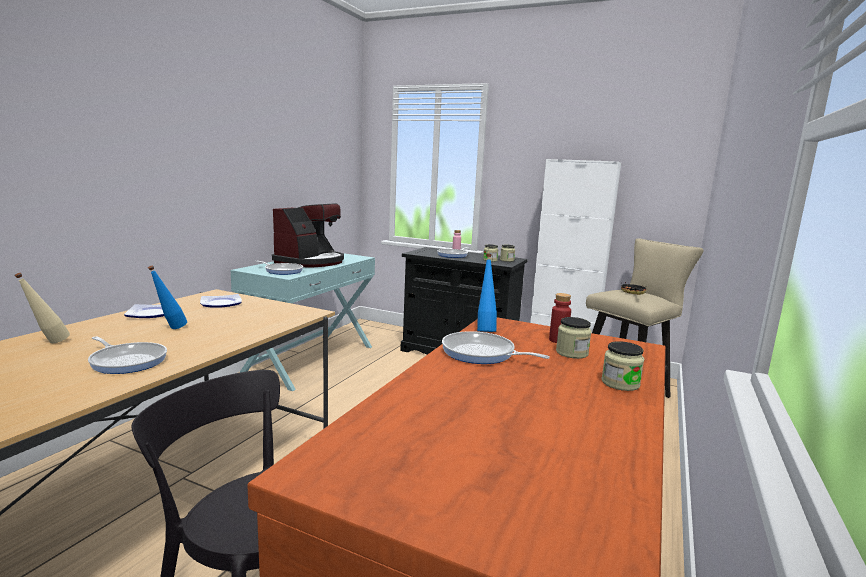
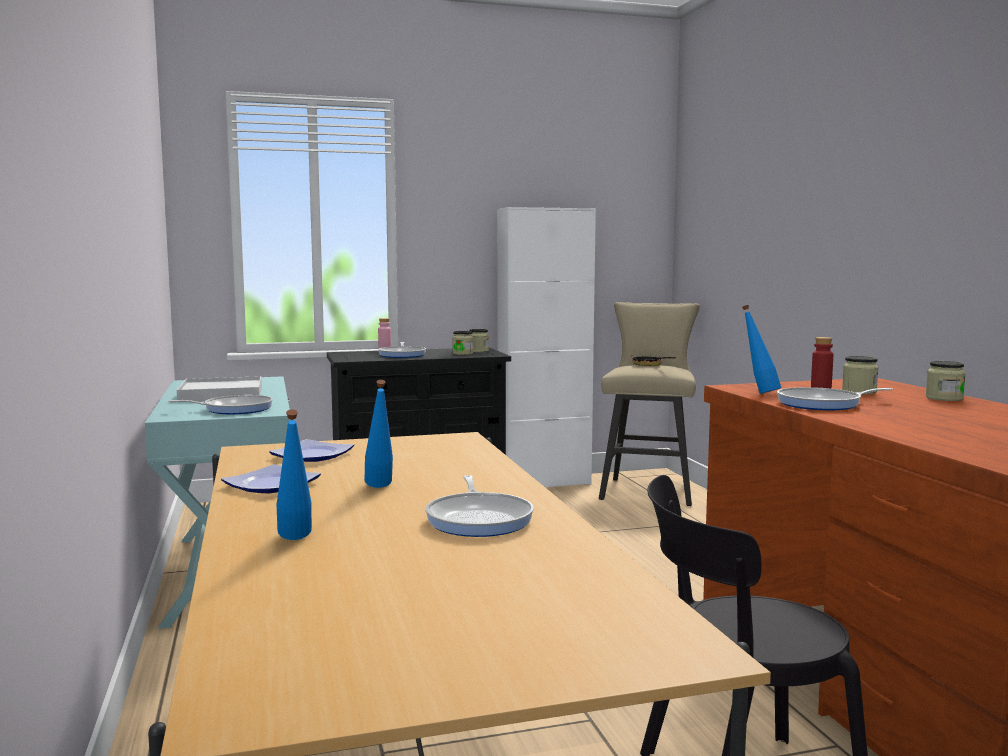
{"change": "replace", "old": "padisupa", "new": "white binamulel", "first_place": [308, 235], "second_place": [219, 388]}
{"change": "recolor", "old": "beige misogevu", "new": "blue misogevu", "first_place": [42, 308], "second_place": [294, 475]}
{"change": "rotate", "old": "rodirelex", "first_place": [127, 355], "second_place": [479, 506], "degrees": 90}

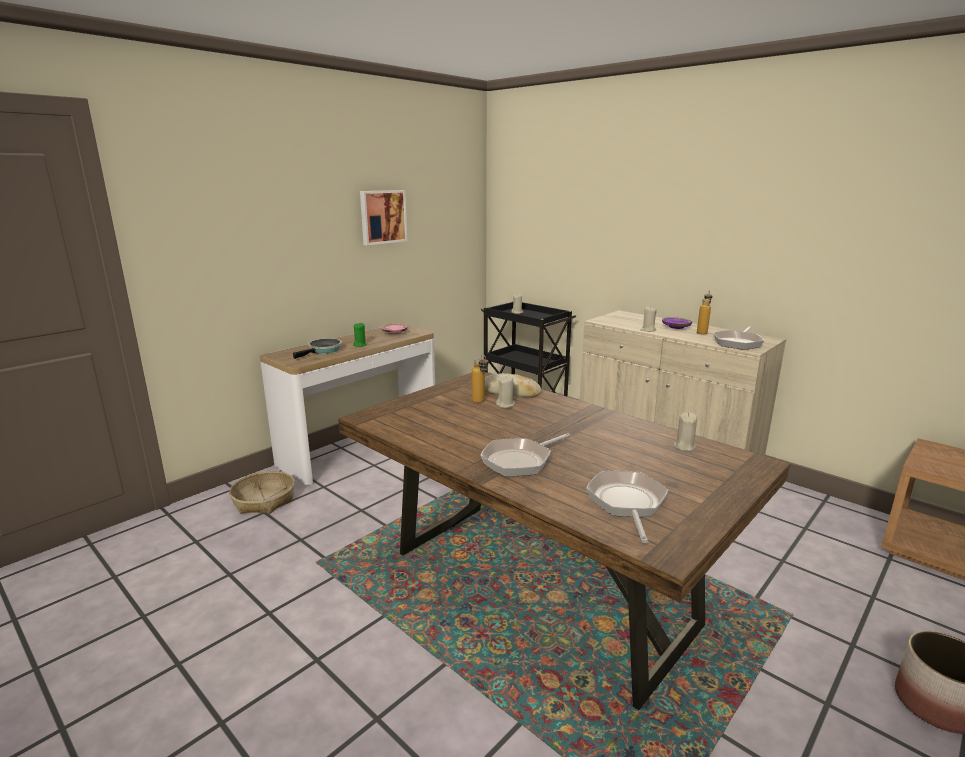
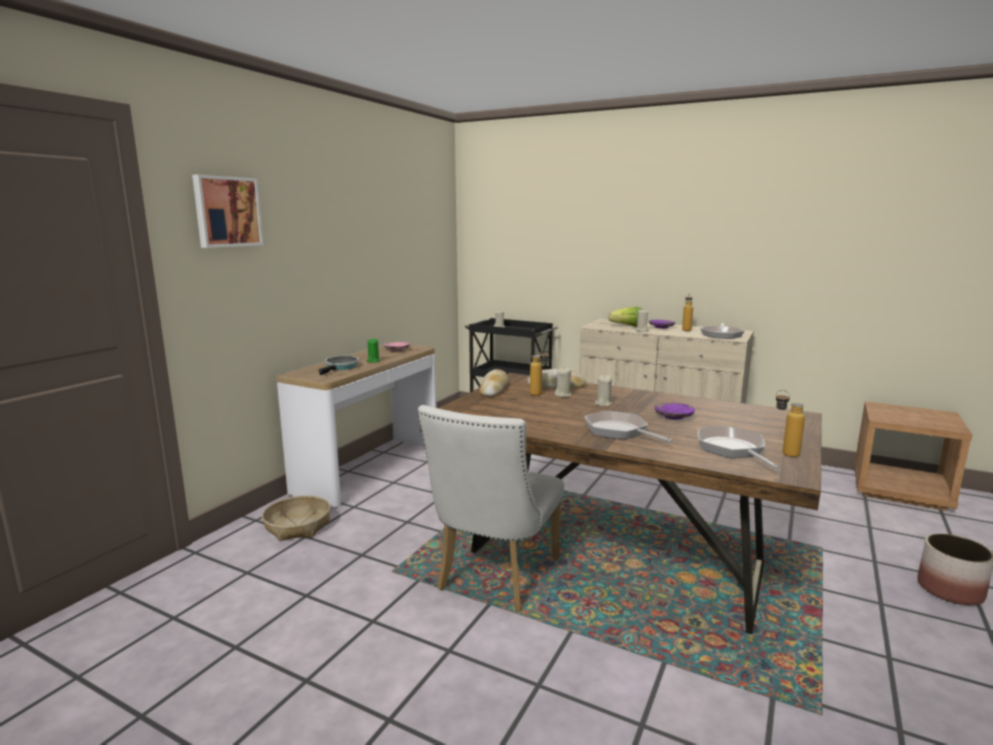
{"change": "insert", "new": "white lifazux", "second_place": [491, 508]}
{"change": "insert", "new": "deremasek", "second_place": [494, 383]}
{"change": "insert", "new": "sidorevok", "second_place": [625, 316]}
{"change": "insert", "new": "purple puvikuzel", "second_place": [674, 411]}
{"change": "insert", "new": "misogevu", "second_place": [790, 423]}
{"change": "move", "old": "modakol", "first_place": [383, 217], "second_place": [227, 211]}
{"change": "move", "old": "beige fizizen", "first_place": [685, 431], "second_place": [603, 390]}
{"change": "rotate", "old": "rodirelex", "first_place": [525, 455], "second_place": [629, 427], "degrees": 105}

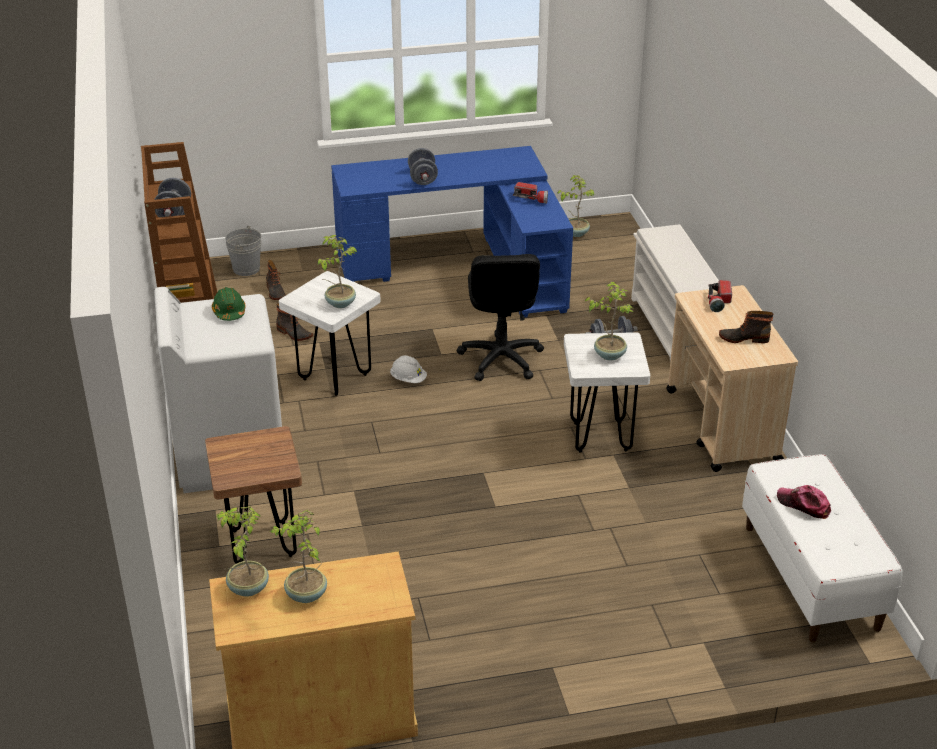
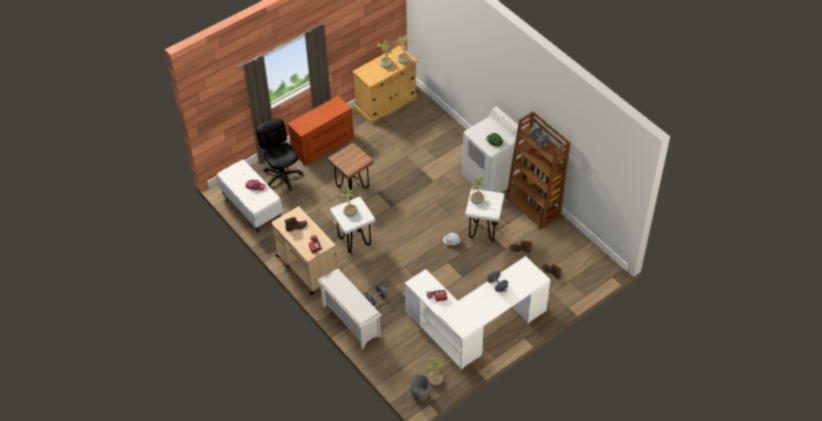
{"change": "insert", "new": "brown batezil", "second_place": [321, 131]}
{"change": "move", "old": "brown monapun", "first_place": [253, 495], "second_place": [350, 171]}
{"change": "move", "old": "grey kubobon", "first_place": [243, 251], "second_place": [419, 388]}
{"change": "move", "old": "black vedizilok", "first_place": [500, 317], "second_place": [279, 154]}
{"change": "recolor", "old": "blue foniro", "new": "white foniro", "first_place": [452, 232], "second_place": [478, 313]}

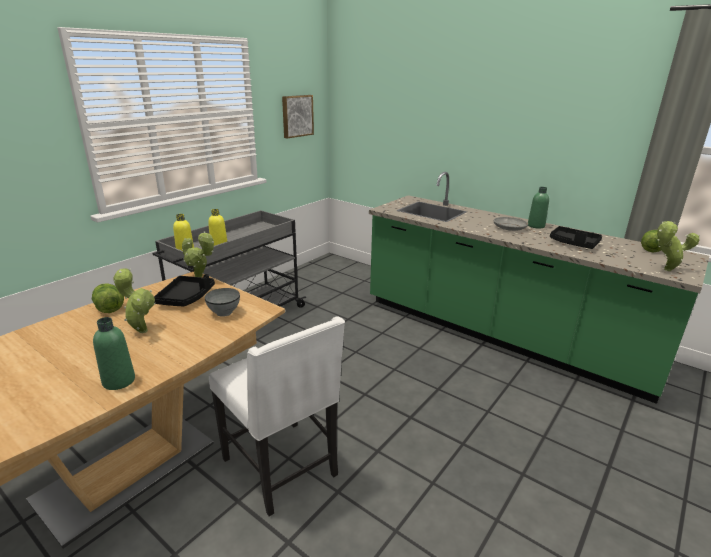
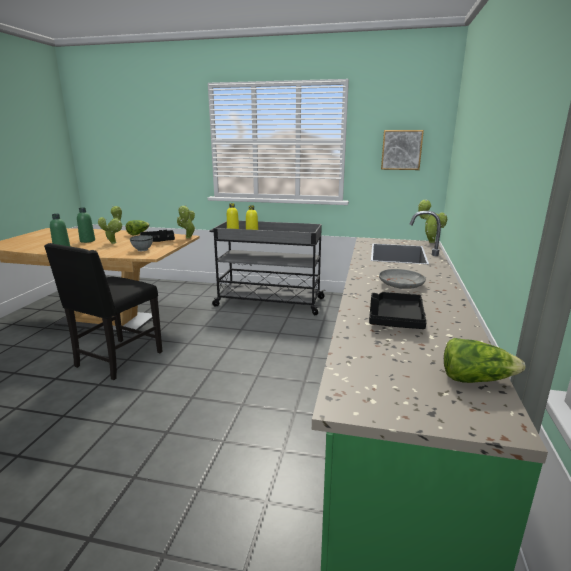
{"change": "move", "old": "green misogevu", "first_place": [538, 208], "second_place": [86, 225]}
{"change": "move", "old": "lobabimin", "first_place": [678, 246], "second_place": [432, 221]}
{"change": "recolor", "old": "white lifazux", "new": "black lifazux", "first_place": [277, 416], "second_place": [103, 311]}

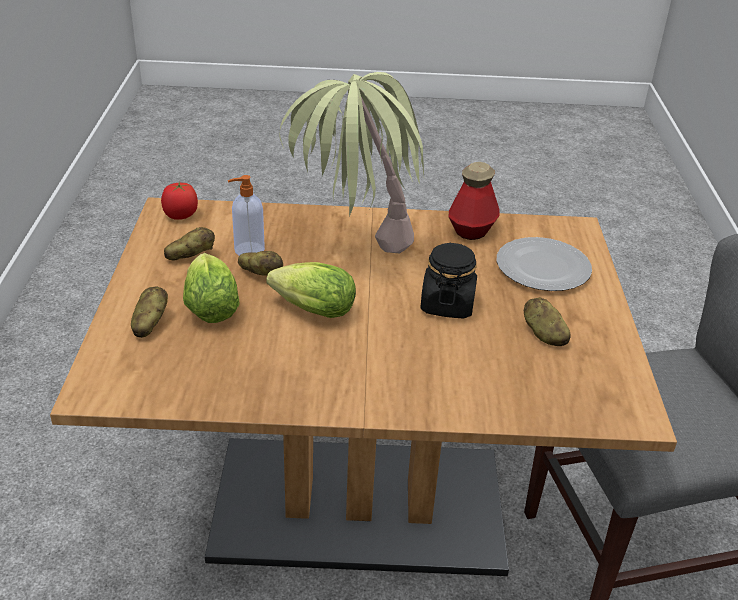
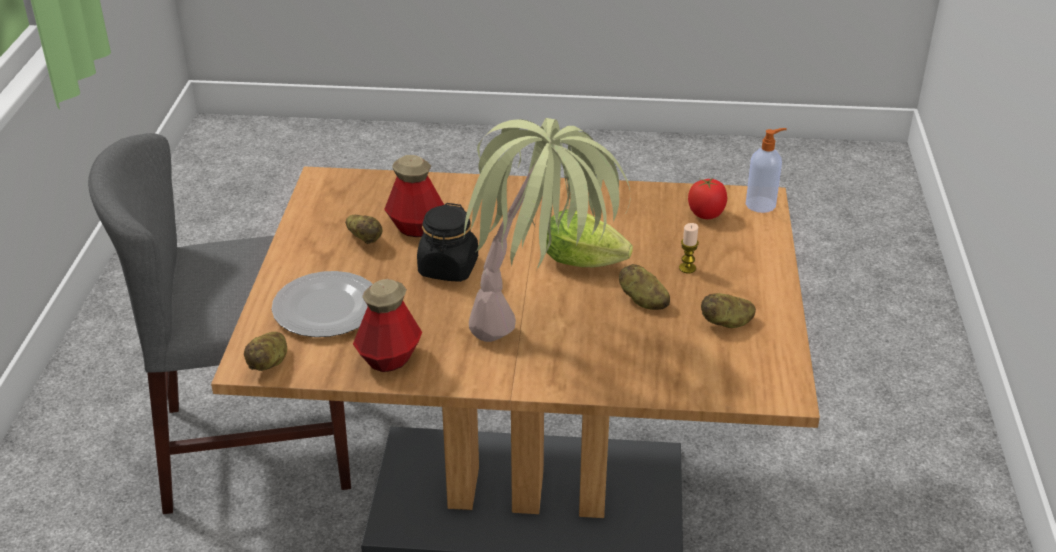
{"change": "insert", "new": "misogevu", "second_place": [414, 196]}
{"change": "move", "old": "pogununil", "first_place": [149, 312], "second_place": [265, 351]}
{"change": "move", "old": "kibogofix", "first_place": [179, 201], "second_place": [707, 198]}
{"change": "move", "old": "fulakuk", "first_place": [246, 215], "second_place": [766, 170]}
{"change": "replace", "old": "sidorevok", "new": "fizizen", "first_place": [211, 288], "second_place": [689, 248]}

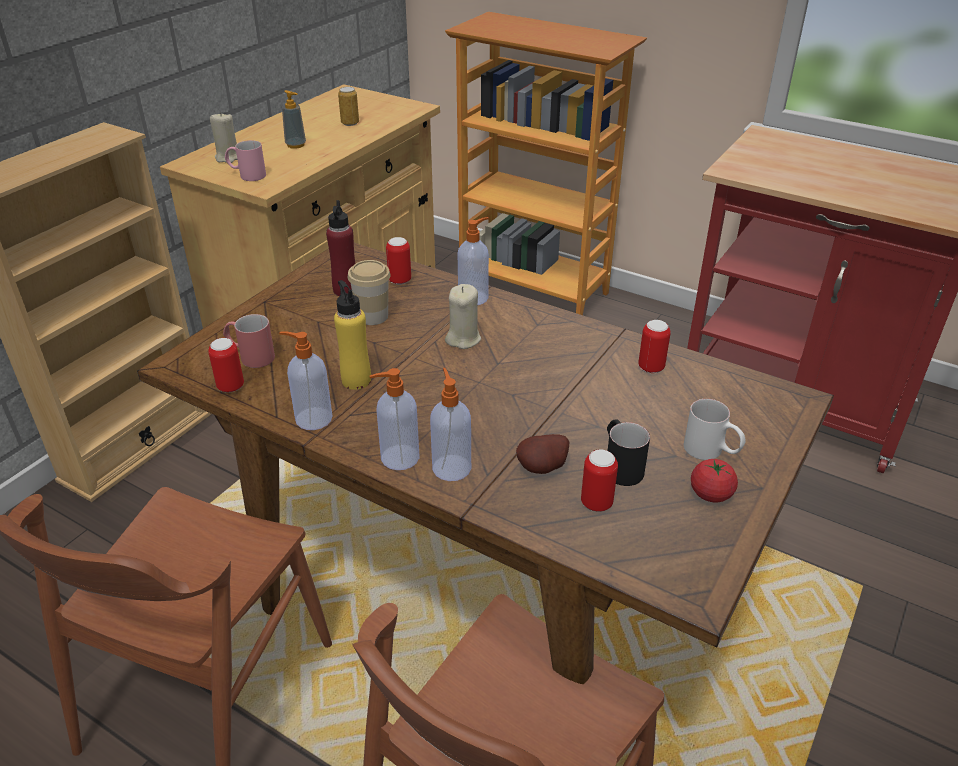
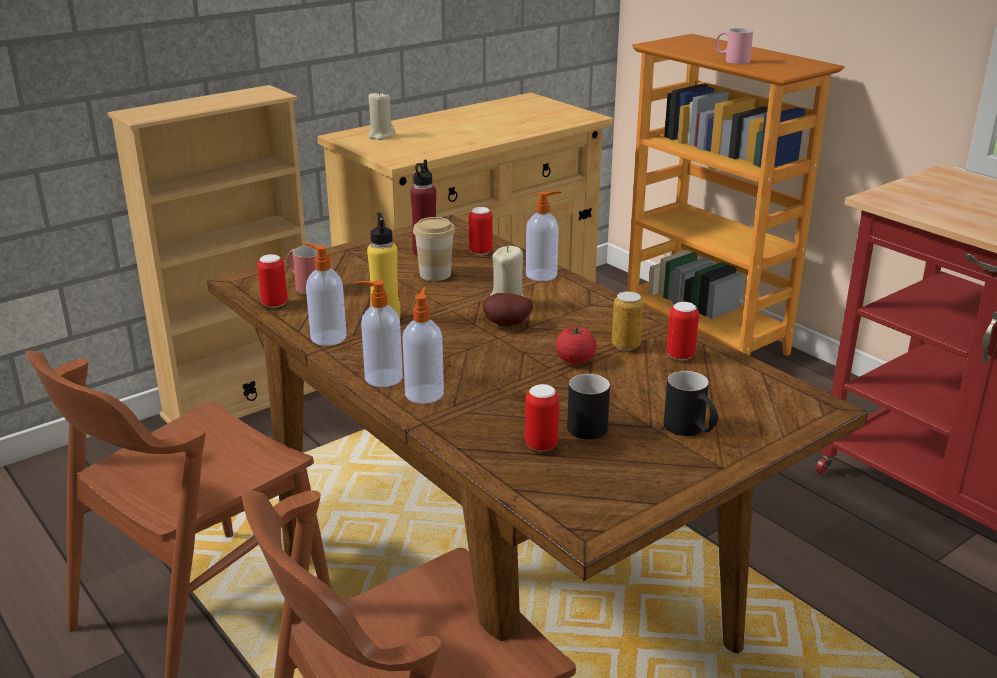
{"change": "delete", "old": "fulakuk", "first_place": [294, 119]}
{"change": "move", "old": "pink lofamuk", "first_place": [245, 160], "second_place": [734, 46]}
{"change": "move", "old": "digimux", "first_place": [348, 106], "second_place": [627, 320]}
{"change": "move", "old": "pogununil", "first_place": [542, 454], "second_place": [507, 310]}
{"change": "move", "old": "kibogofix", "first_place": [714, 481], "second_place": [575, 345]}
{"change": "recolor", "old": "white lofamuk", "new": "black lofamuk", "first_place": [715, 429], "second_place": [691, 403]}

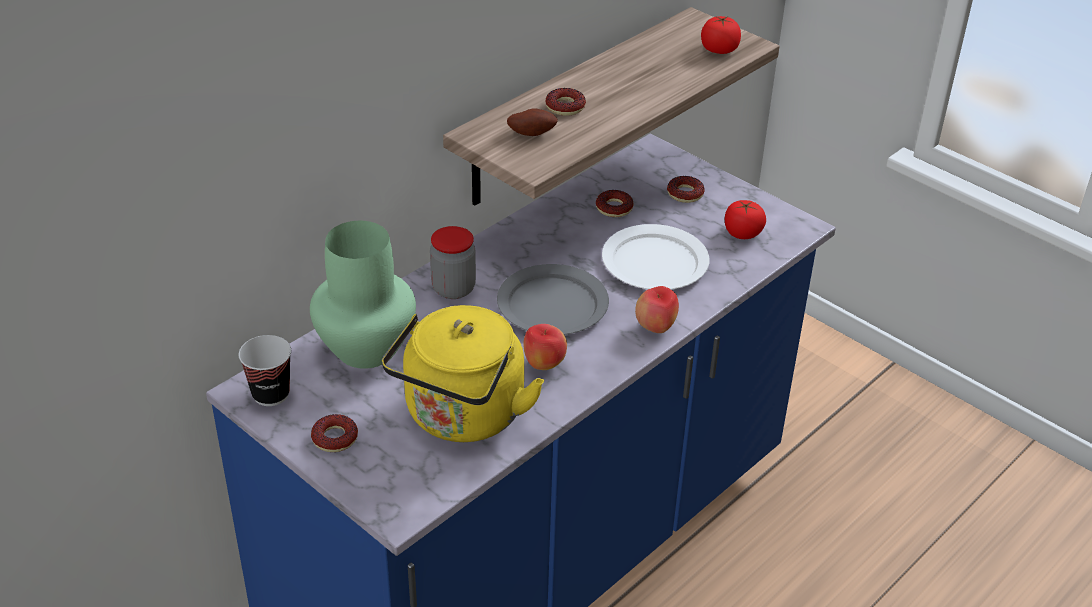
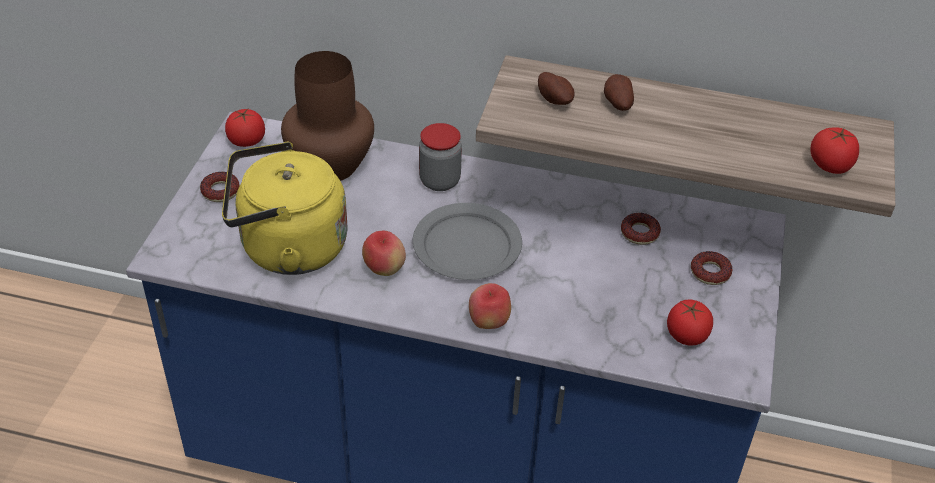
{"change": "delete", "old": "white puvikuzel", "first_place": [656, 256]}
{"change": "replace", "old": "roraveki", "new": "kibogofix", "first_place": [265, 370], "second_place": [245, 128]}
{"change": "replace", "old": "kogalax", "new": "pogununil", "first_place": [565, 102], "second_place": [619, 92]}
{"change": "recolor", "old": "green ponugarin", "new": "brown ponugarin", "first_place": [363, 295], "second_place": [327, 116]}

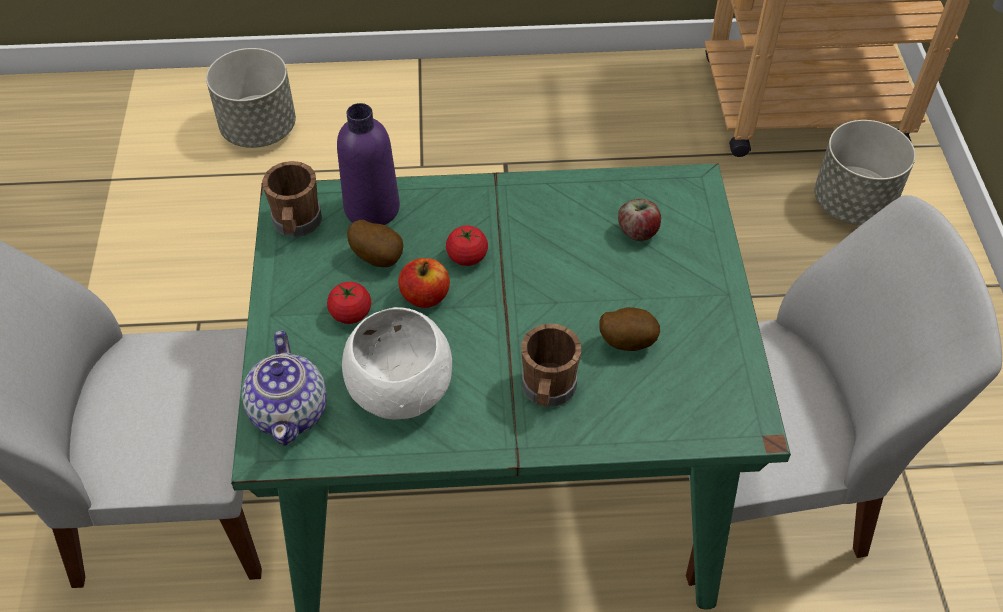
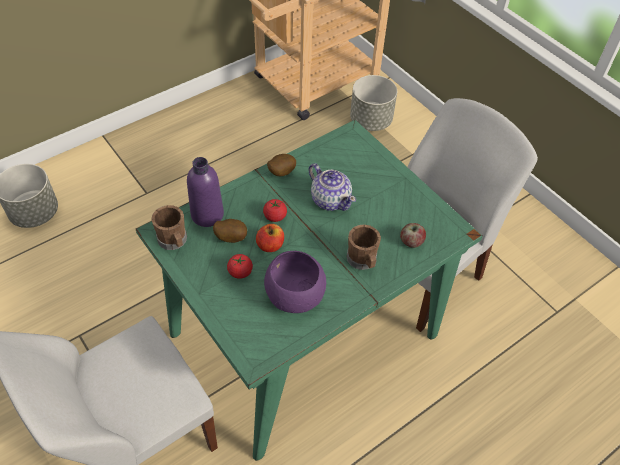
{"change": "move", "old": "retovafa", "first_place": [284, 388], "second_place": [332, 187]}
{"change": "move", "old": "pogununil", "first_place": [629, 329], "second_place": [281, 165]}
{"change": "move", "old": "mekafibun", "first_place": [639, 220], "second_place": [413, 235]}
{"change": "recolor", "old": "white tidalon", "new": "purple tidalon", "first_place": [397, 363], "second_place": [295, 282]}

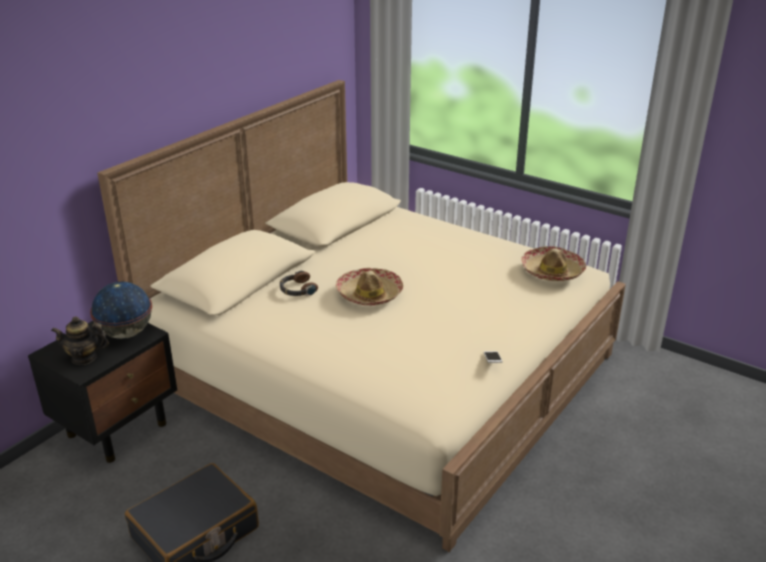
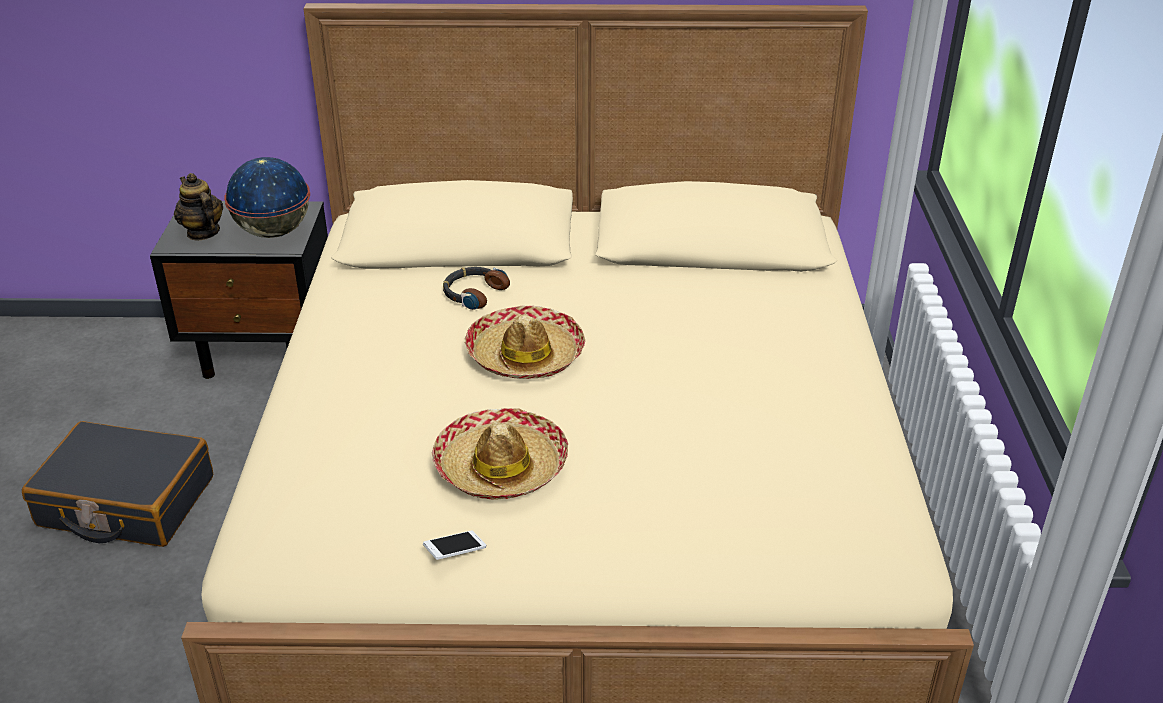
{"change": "move", "old": "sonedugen", "first_place": [553, 263], "second_place": [500, 454]}

